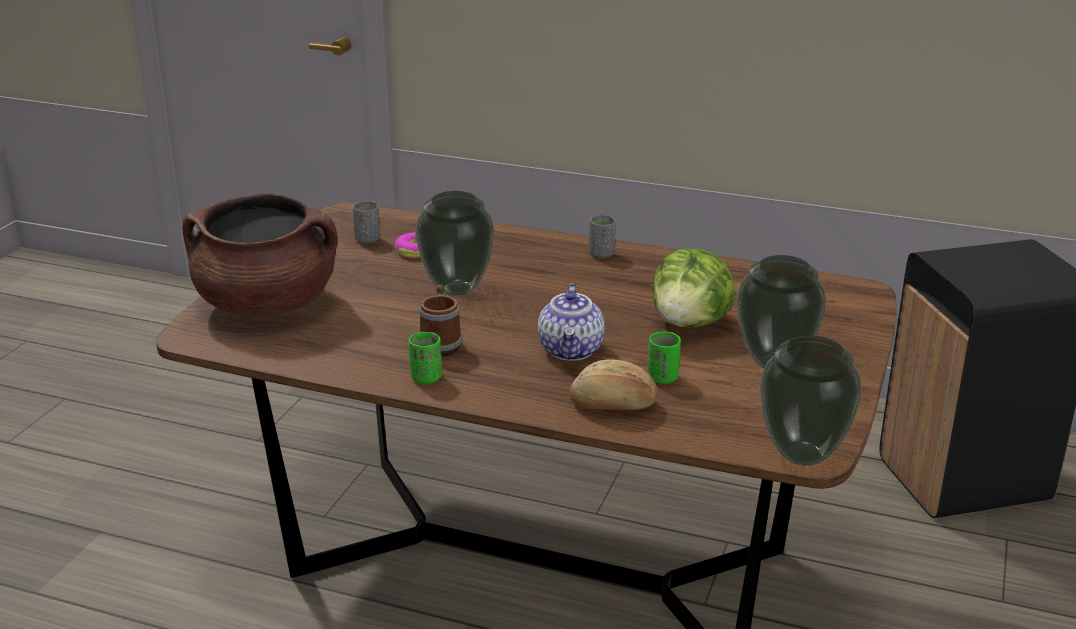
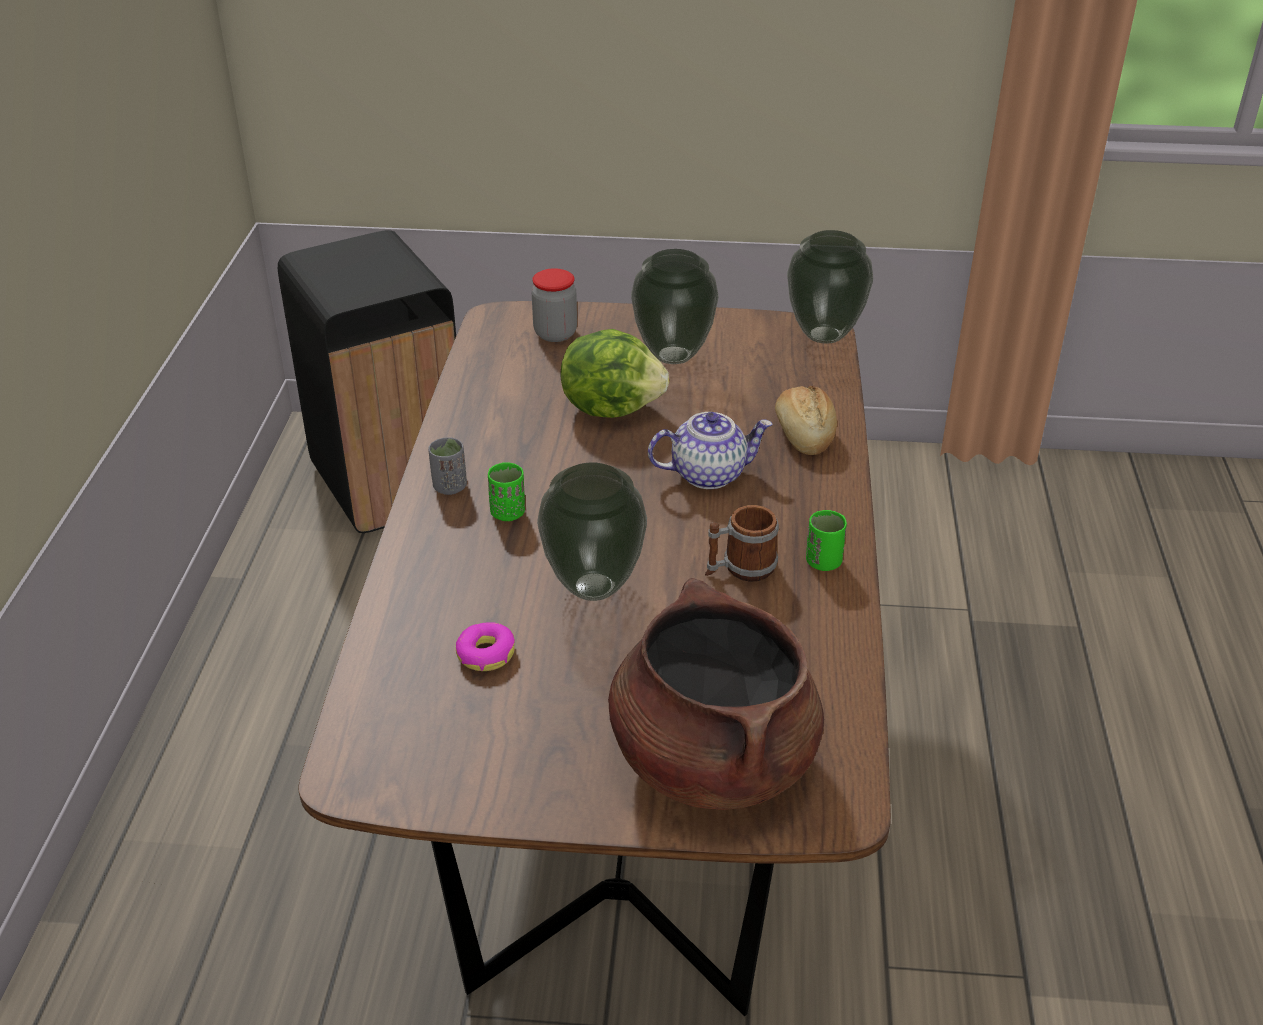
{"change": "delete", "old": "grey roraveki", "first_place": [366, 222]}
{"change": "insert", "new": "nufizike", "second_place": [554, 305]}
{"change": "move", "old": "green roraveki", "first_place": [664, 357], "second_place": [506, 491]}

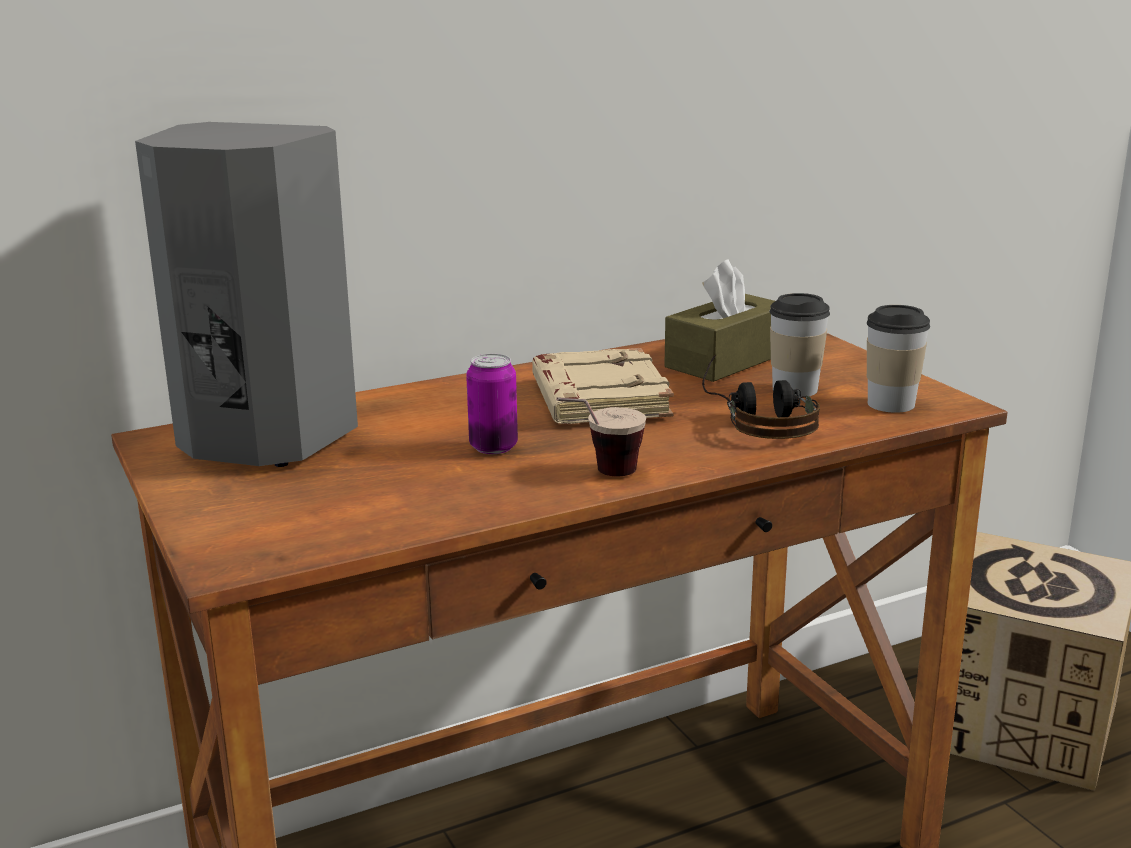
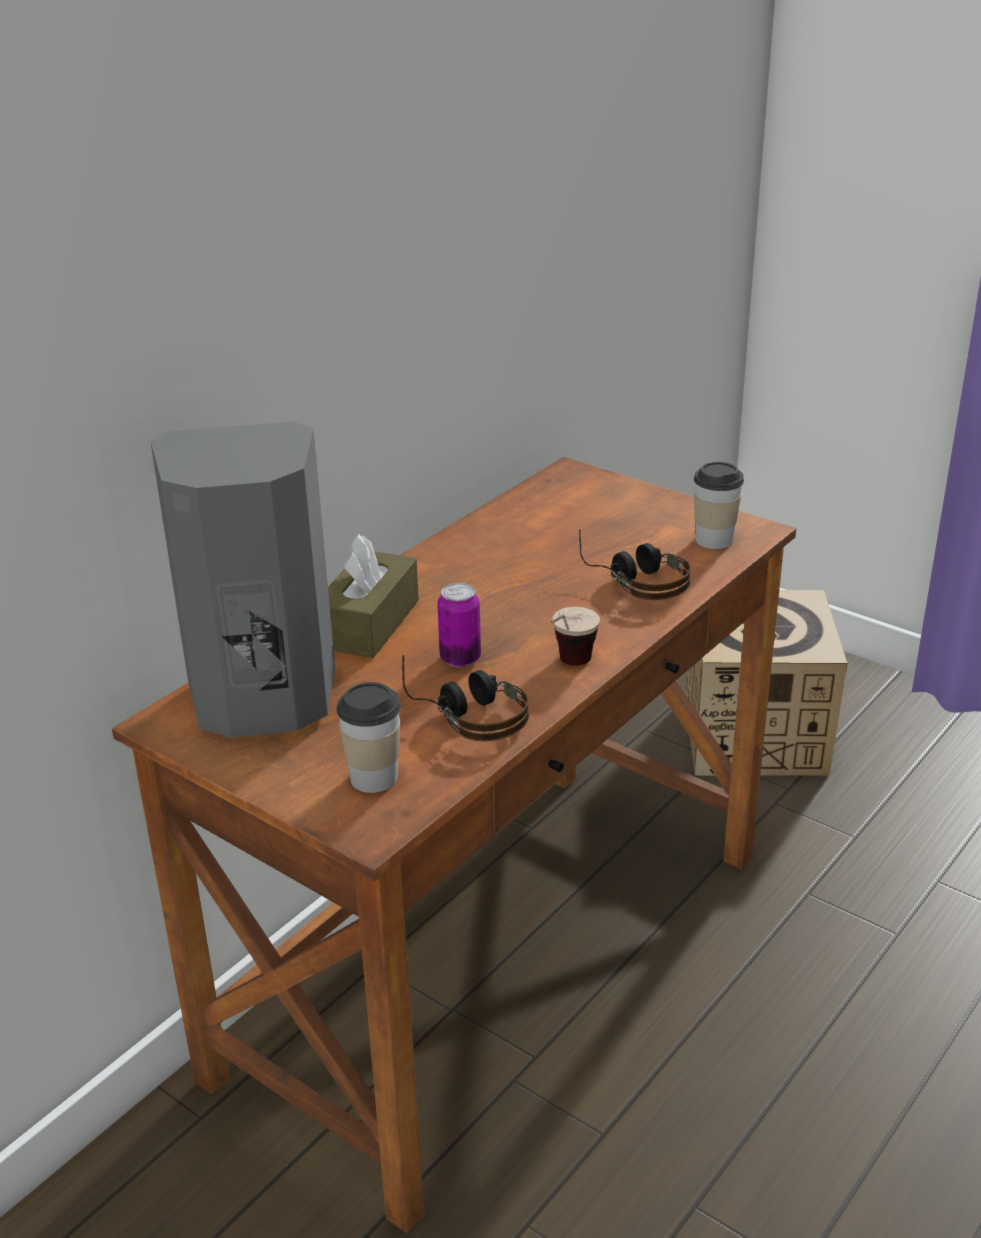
{"change": "delete", "old": "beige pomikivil", "first_place": [603, 386]}
{"change": "insert", "new": "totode", "second_place": [465, 698]}
{"change": "move", "old": "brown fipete", "first_place": [719, 320], "second_place": [373, 596]}
{"change": "move", "old": "roraveki", "first_place": [799, 345], "second_place": [369, 737]}

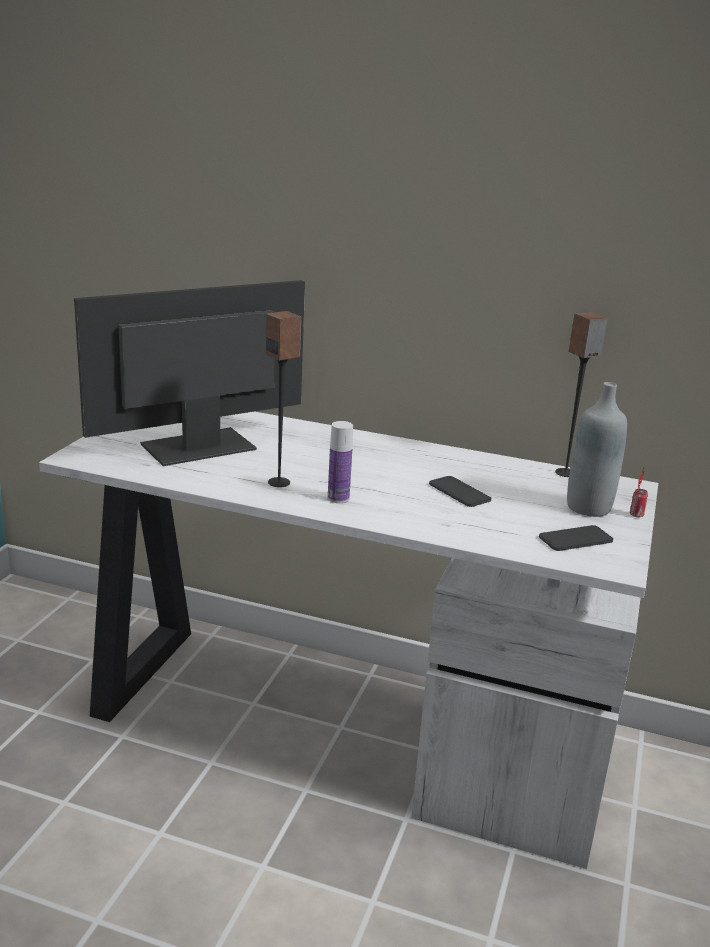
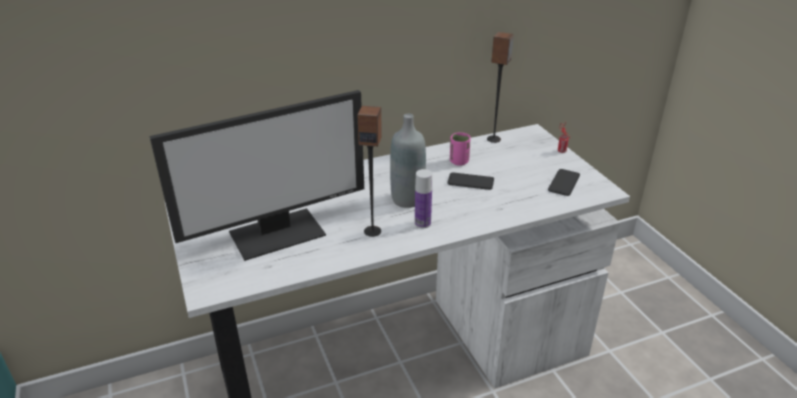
{"change": "insert", "new": "pink roraveki", "second_place": [460, 149]}
{"change": "move", "old": "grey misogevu", "first_place": [597, 449], "second_place": [408, 161]}
{"change": "rotate", "old": "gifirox", "first_place": [189, 373], "second_place": [256, 175], "degrees": -135}

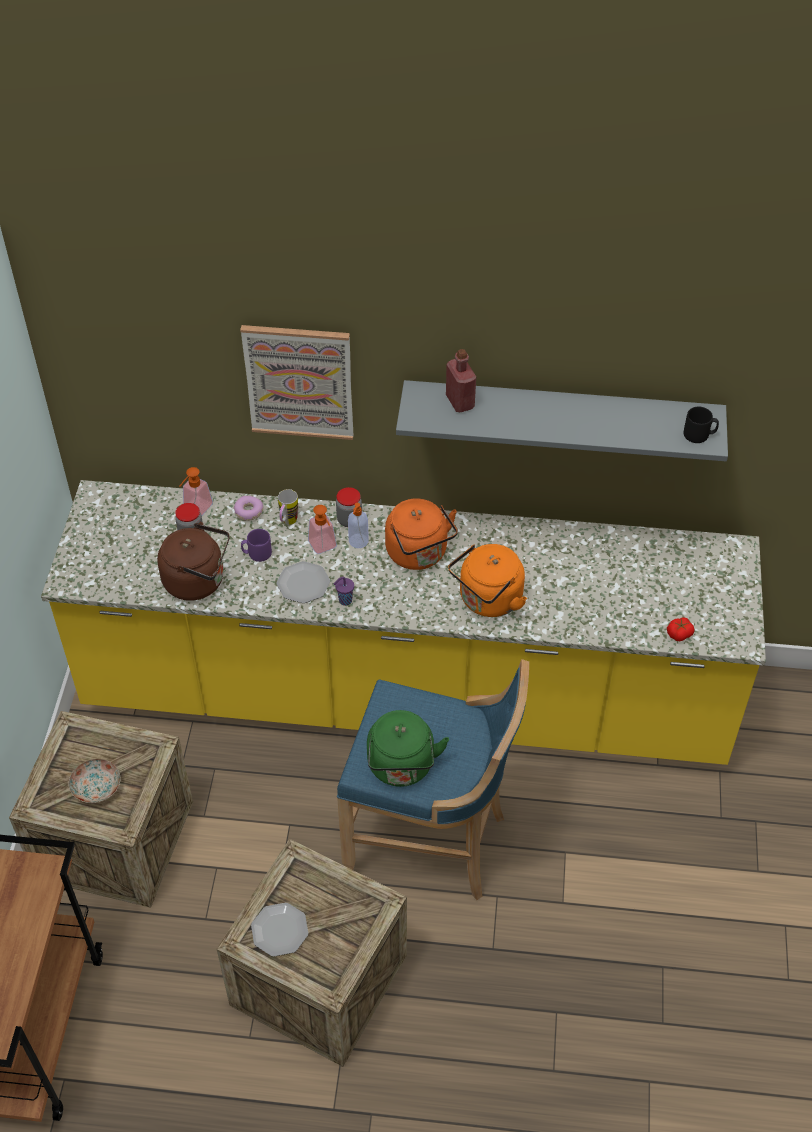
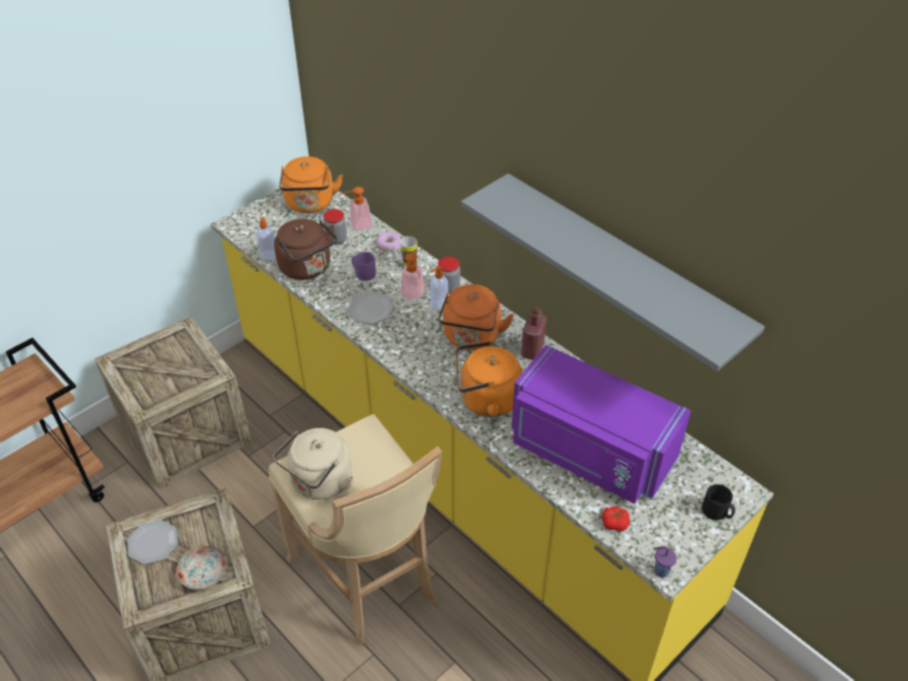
{"change": "delete", "old": "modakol", "first_place": [297, 382]}
{"change": "insert", "new": "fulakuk", "second_place": [266, 239]}
{"change": "insert", "new": "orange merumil", "second_place": [311, 184]}
{"change": "insert", "new": "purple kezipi", "second_place": [601, 424]}
{"change": "move", "old": "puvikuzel", "first_place": [94, 781], "second_place": [201, 568]}
{"change": "move", "old": "purple roraveki", "first_place": [344, 591], "second_place": [665, 561]}
{"change": "move", "old": "red misogevu", "first_place": [461, 380], "second_place": [534, 333]}
{"change": "move", "old": "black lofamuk", "first_place": [701, 425], "second_place": [718, 502]}
{"change": "recolor", "old": "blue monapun", "new": "beige monapun", "first_place": [433, 779], "second_place": [355, 530]}
{"change": "recolor", "old": "green merumil", "new": "beige merumil", "first_place": [408, 748], "second_place": [313, 464]}

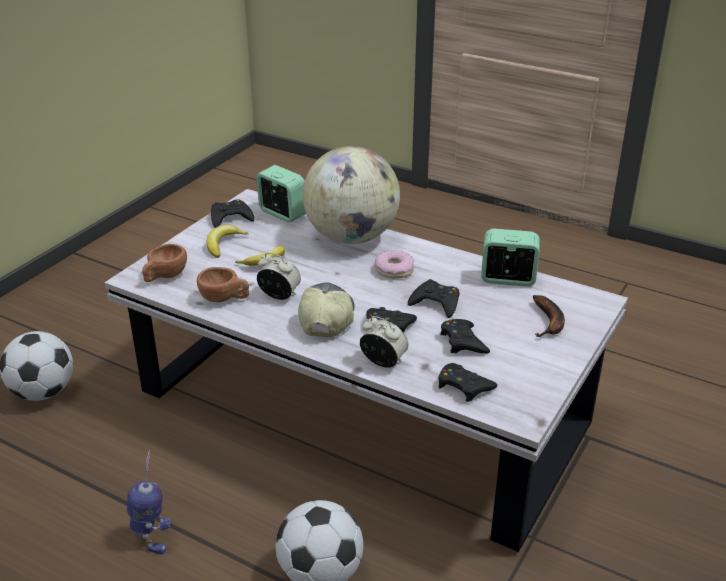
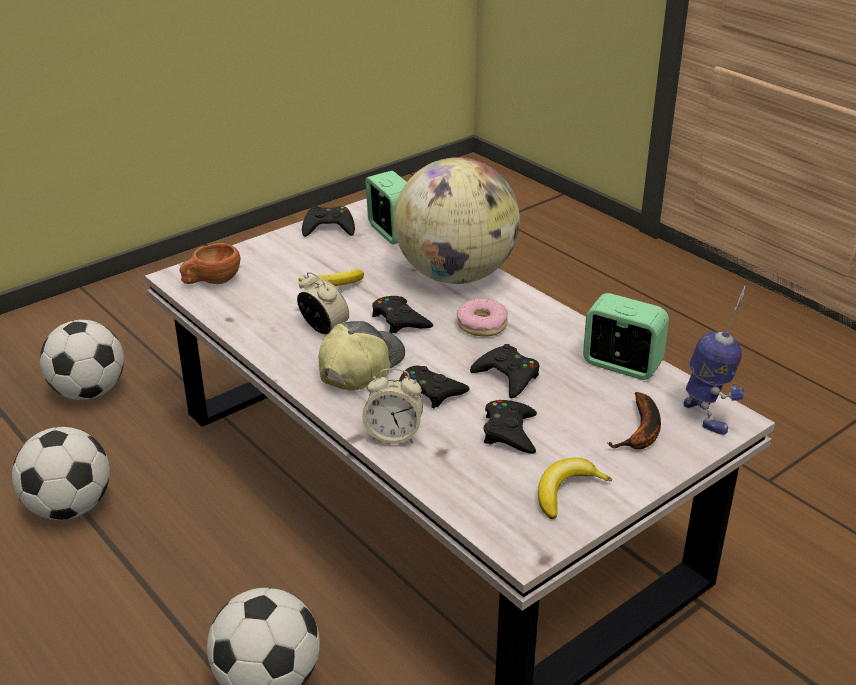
{"change": "delete", "old": "brown roraveki", "first_place": [223, 284]}
{"change": "insert", "new": "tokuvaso", "second_place": [61, 473]}
{"change": "move", "old": "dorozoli", "first_place": [149, 502], "second_place": [714, 360]}
{"change": "move", "old": "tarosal", "first_place": [228, 241], "second_place": [575, 488]}
{"change": "move", "old": "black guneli", "first_place": [468, 382], "second_place": [402, 315]}
{"change": "rotate", "old": "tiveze", "first_place": [384, 342], "second_place": [392, 406], "degrees": 135}

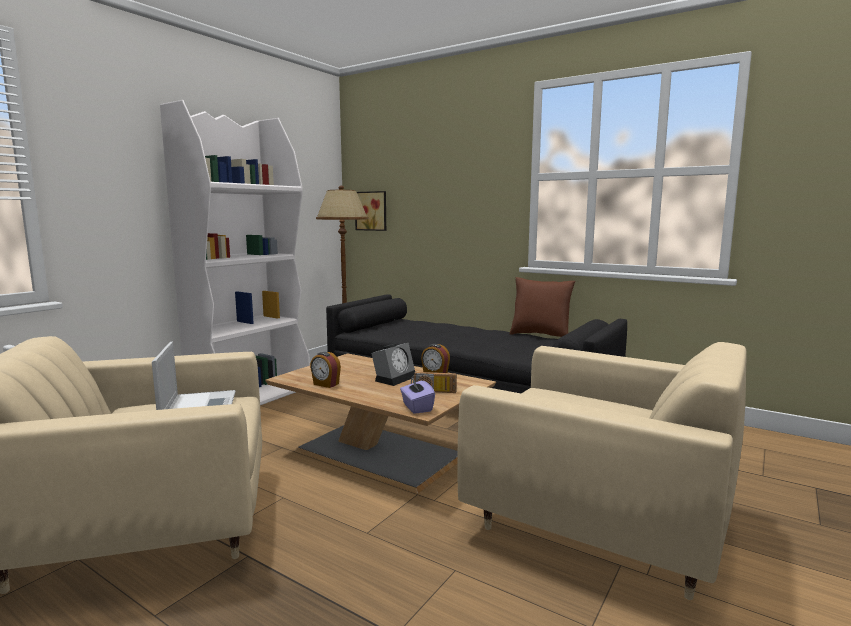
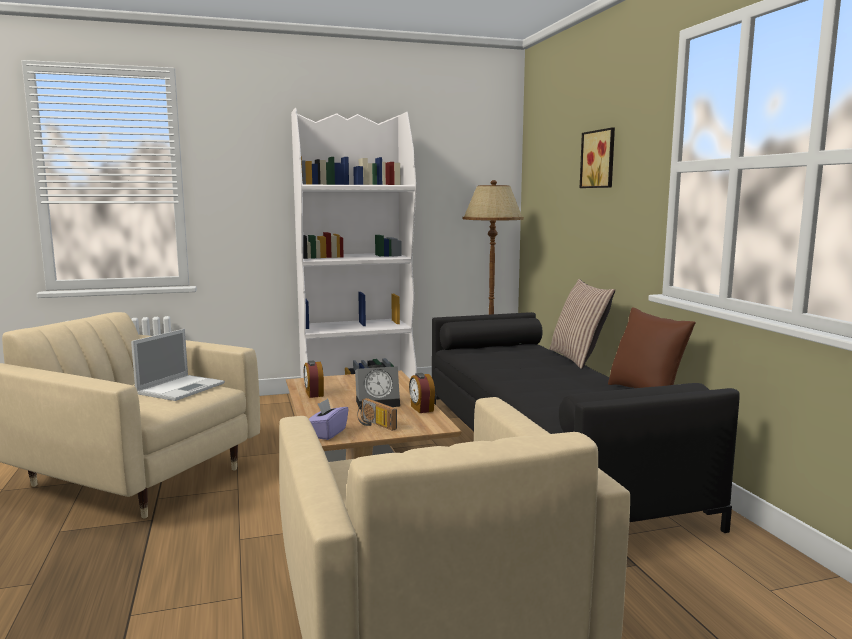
{"change": "insert", "new": "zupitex", "second_place": [582, 324]}
{"change": "move", "old": "modakol", "first_place": [370, 211], "second_place": [597, 158]}

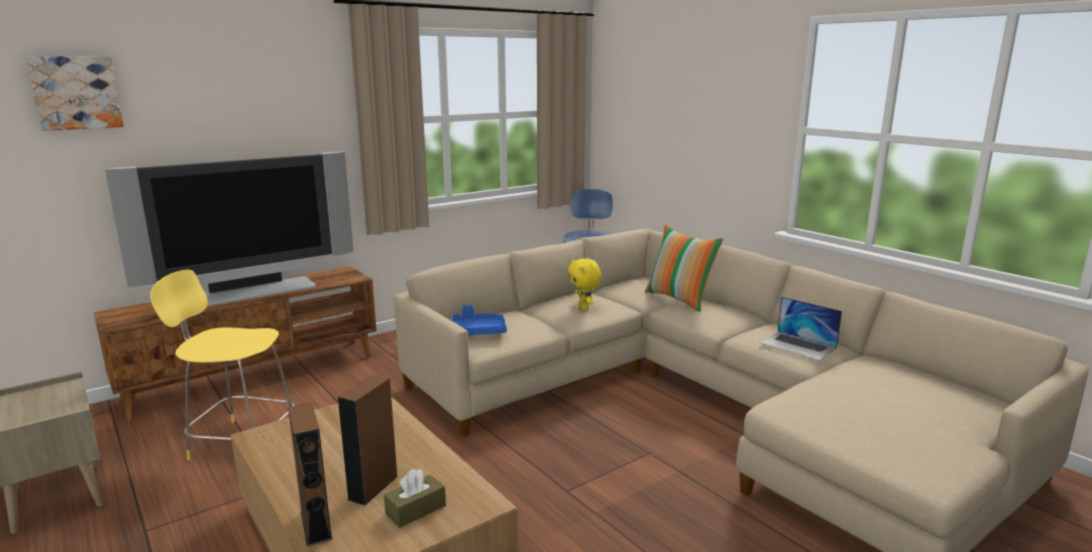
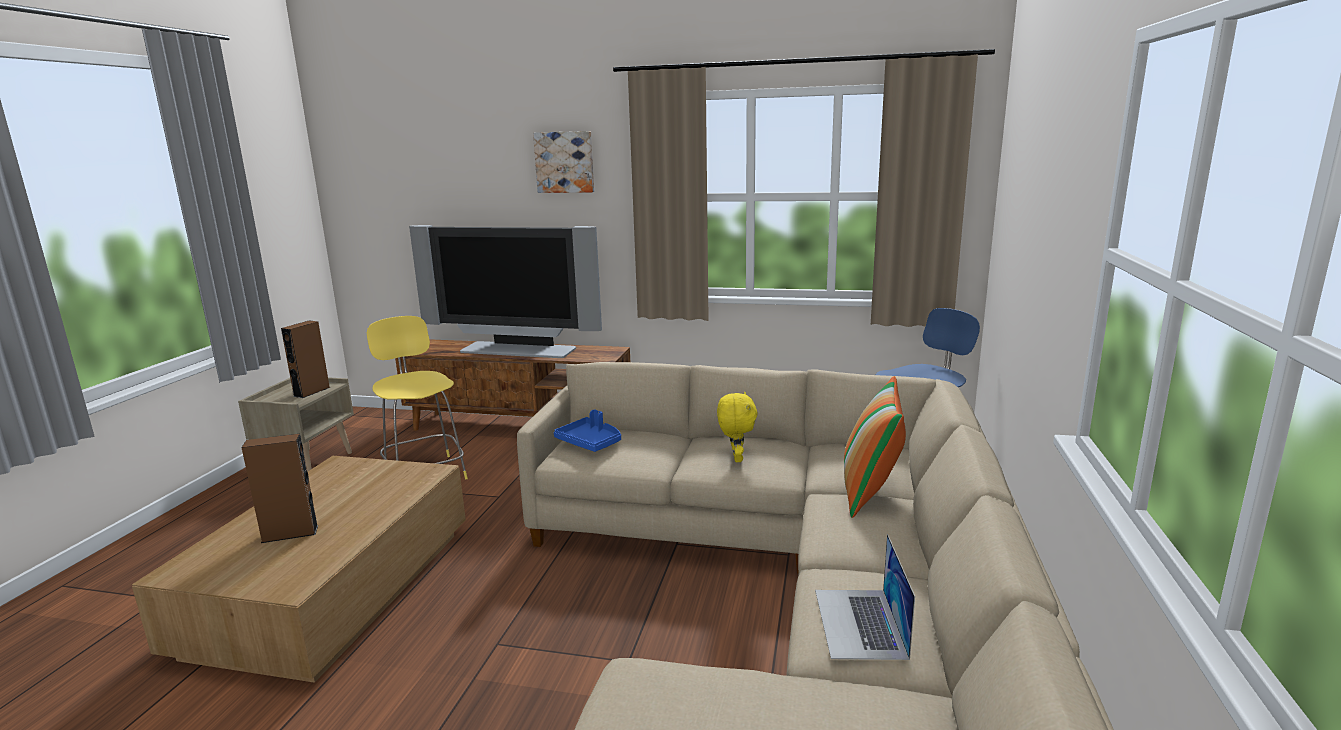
{"change": "delete", "old": "brown fipete", "first_place": [415, 498]}
{"change": "move", "old": "modakol", "first_place": [75, 93], "second_place": [563, 162]}
{"change": "move", "old": "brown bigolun", "first_place": [310, 474], "second_place": [305, 359]}
{"change": "rotate", "old": "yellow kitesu", "first_place": [584, 284], "second_place": [737, 427], "degrees": 150}

